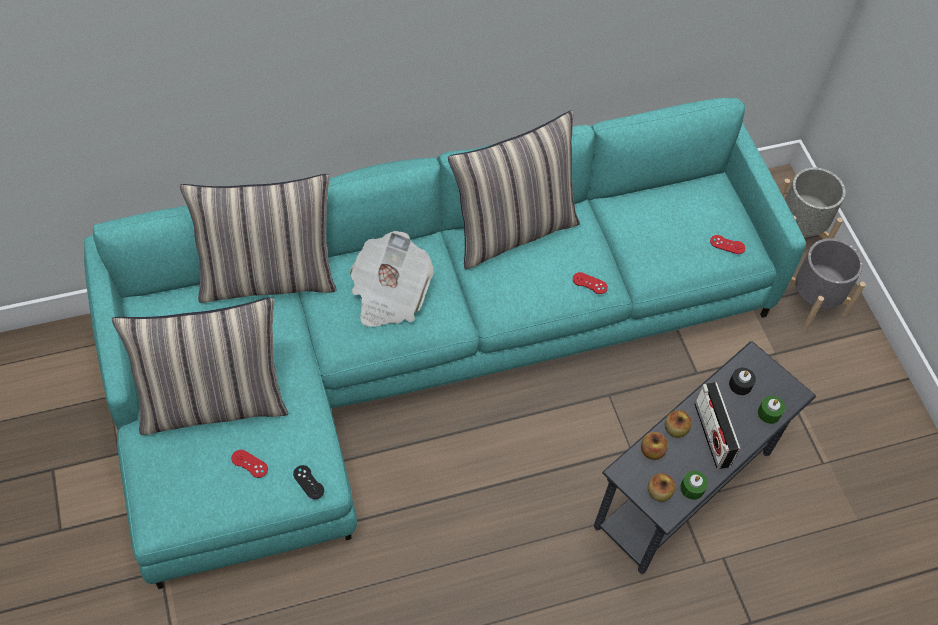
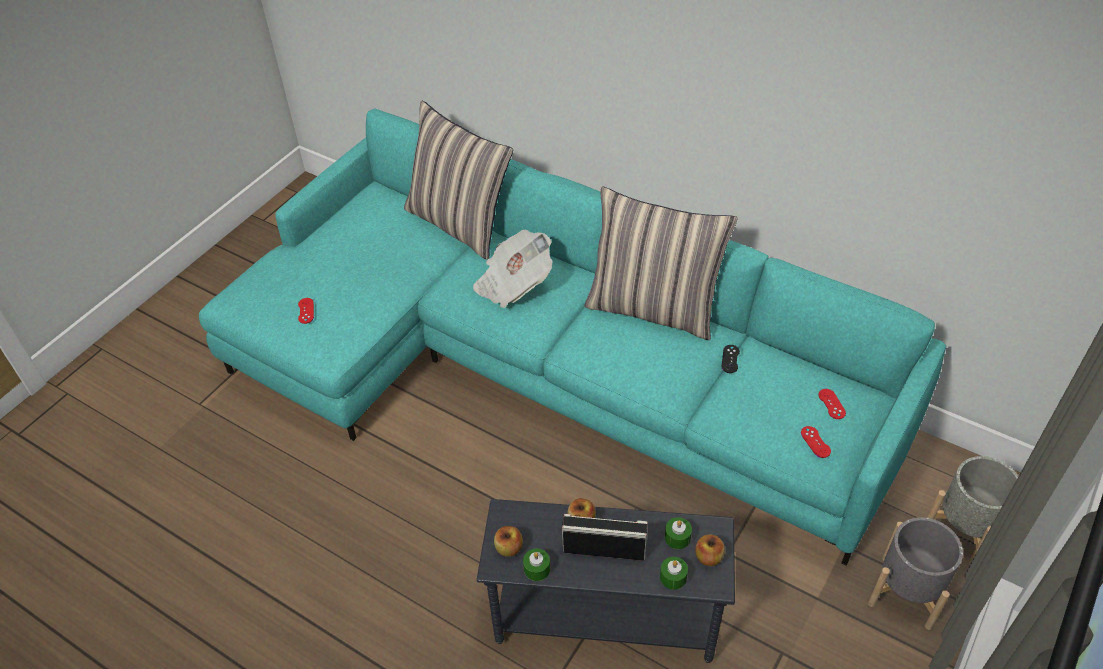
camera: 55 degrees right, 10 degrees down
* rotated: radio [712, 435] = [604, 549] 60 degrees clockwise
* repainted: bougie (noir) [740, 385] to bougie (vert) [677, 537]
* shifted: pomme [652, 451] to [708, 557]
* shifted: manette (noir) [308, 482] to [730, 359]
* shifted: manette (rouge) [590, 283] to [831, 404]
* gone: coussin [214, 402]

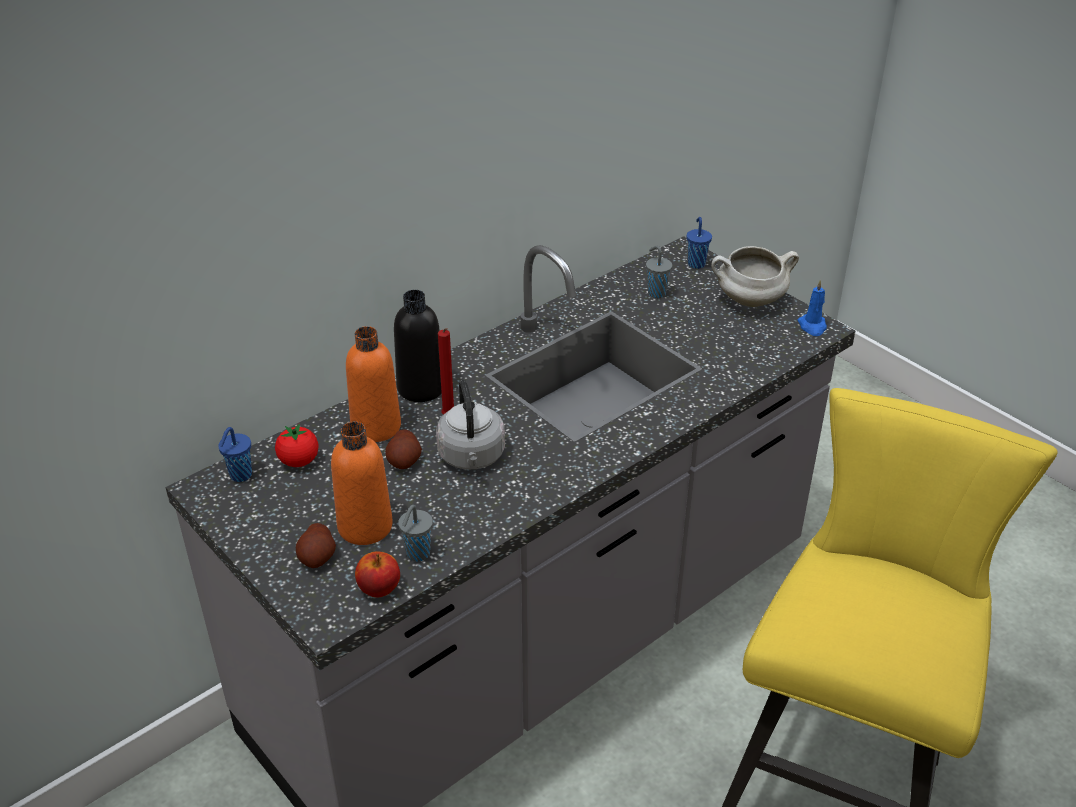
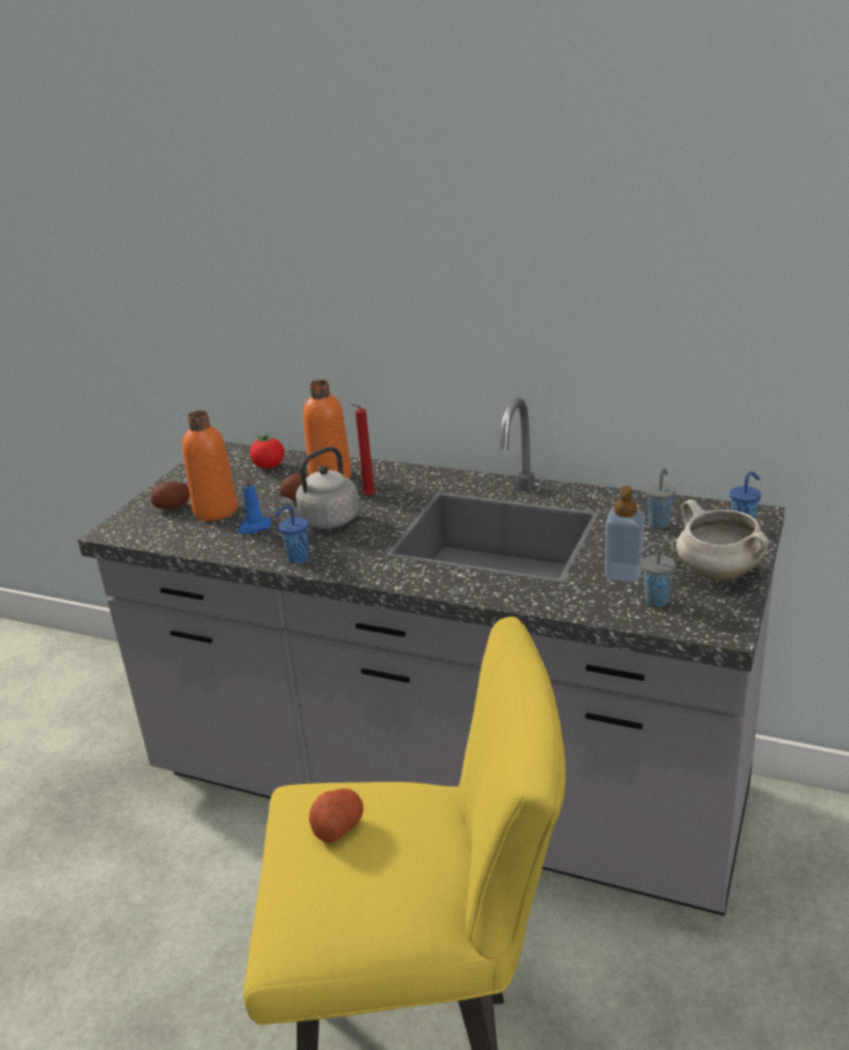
camera: 65 degrees right, 10 degrees down
* shifted: bougie (bleu) [812, 326] to [254, 527]
* shifted: tasse (bleu) [240, 476] to [297, 558]
* new: pomme de terre [337, 826]
* new: distributeur de savon [623, 573]
* shifted: tasse (gris) [417, 554] to [654, 601]
* gone: pomme [379, 589]
* gone: bouteille (noir) [421, 388]

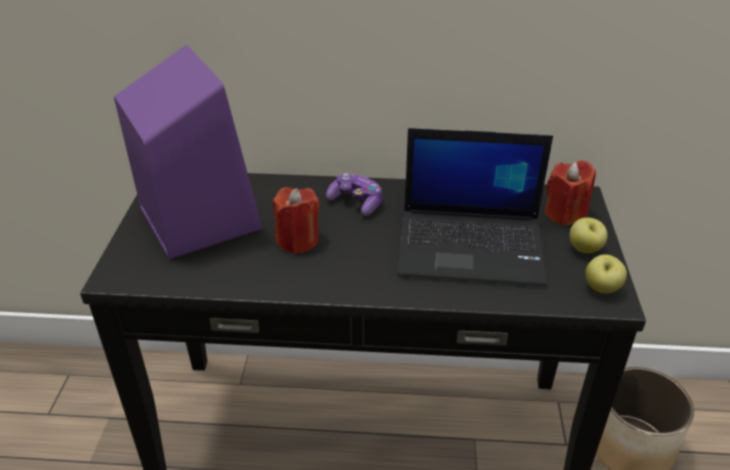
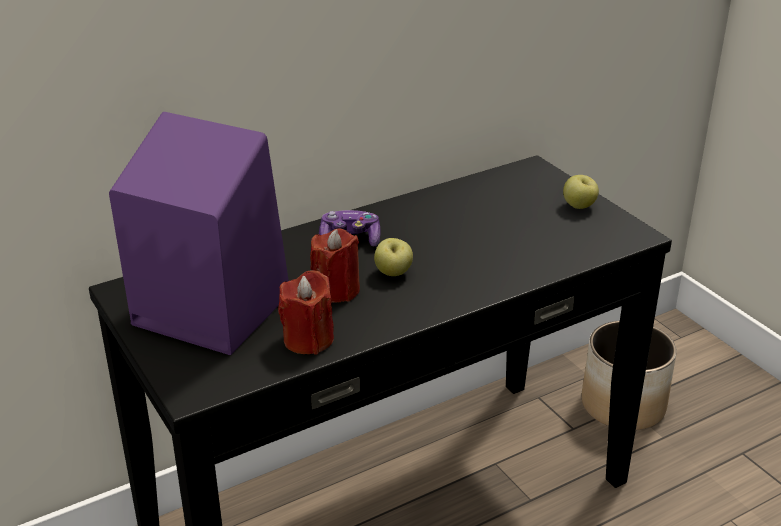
camera: 35 degrees left, 5 degrees down
* shifted: bougie (rouge) [565, 214] to [308, 339]
* shifted: pomme [601, 289] to [393, 273]
* gone: ordinateur portable [472, 246]

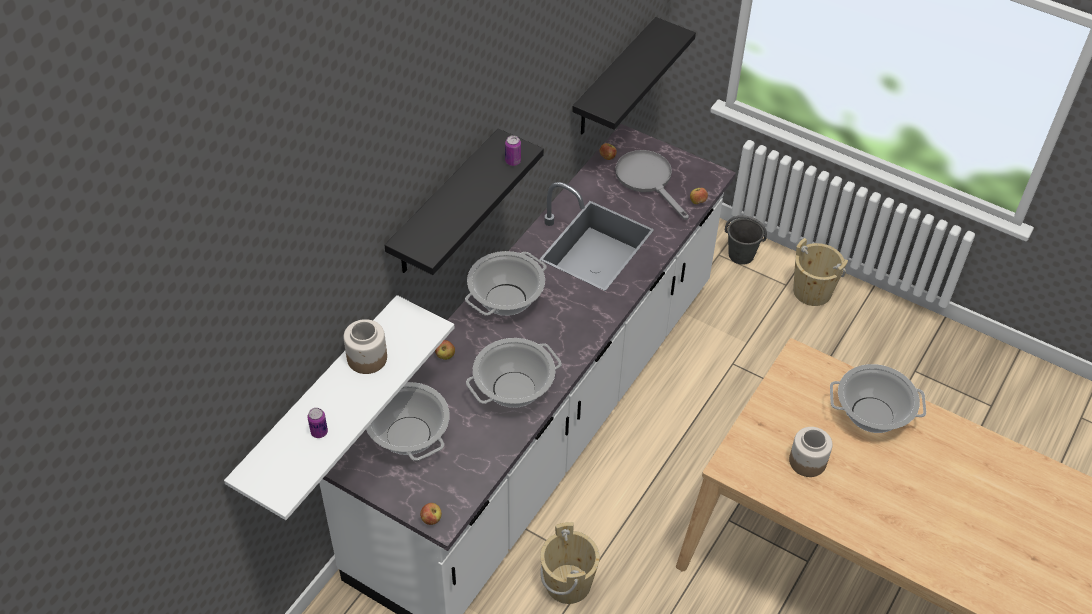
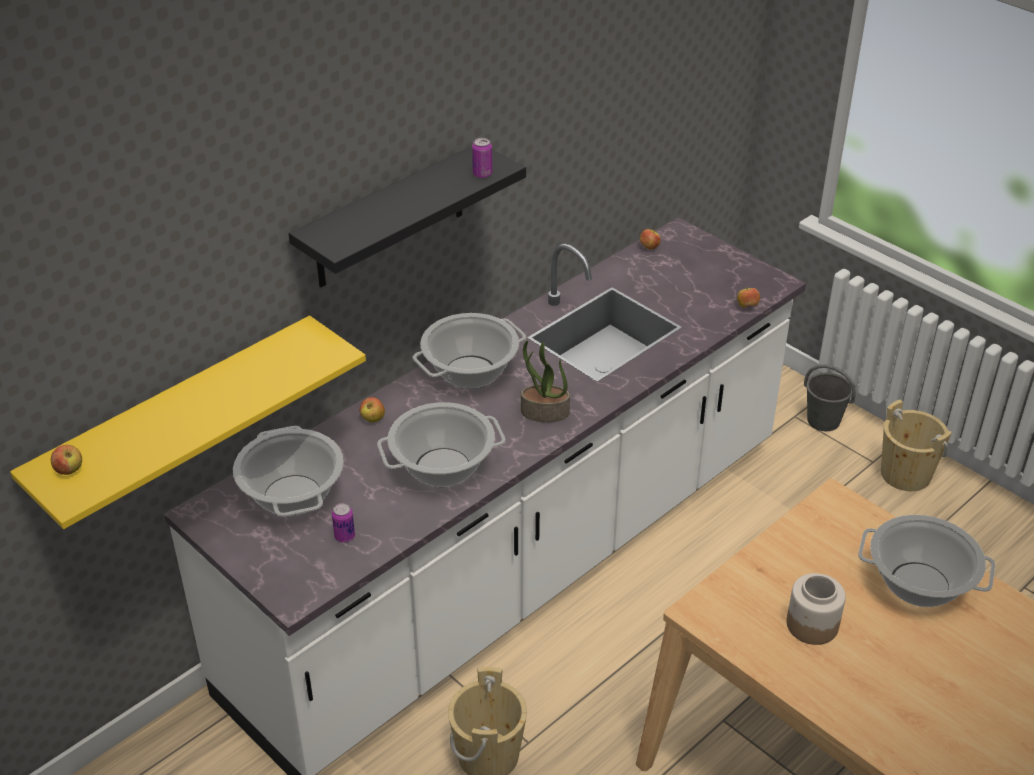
camera: 15 degrees right, 10 degrees down
* repainted: étagère (blanc) [318, 400] to étagère (jaune) [176, 418]
* shifted: pomme [431, 519] to [69, 470]
* shifted: boîte métallique [319, 432] to [344, 536]
* new: plante en pot [544, 413]
* gone: bocal [367, 358]
* gone: étagère (noir) [613, 79]
* gone: poêle (gris) [648, 180]

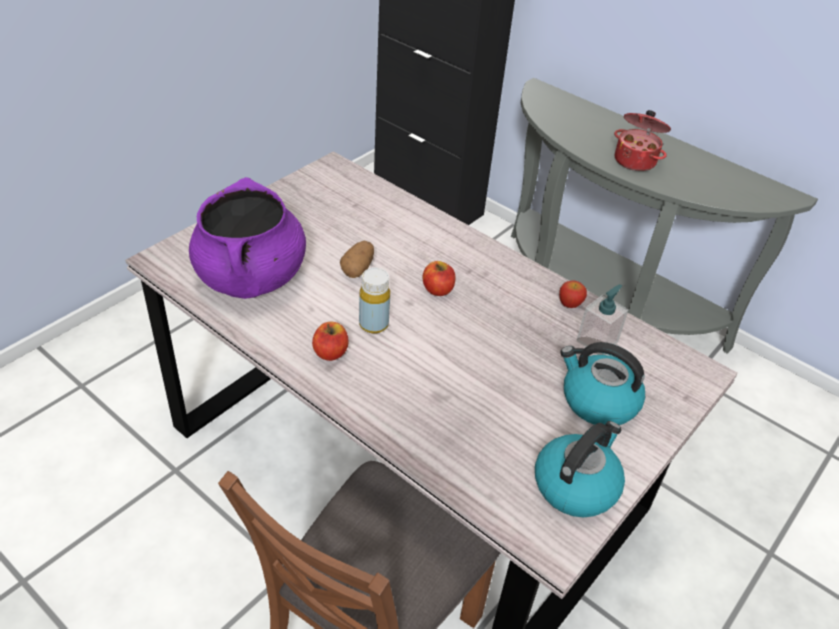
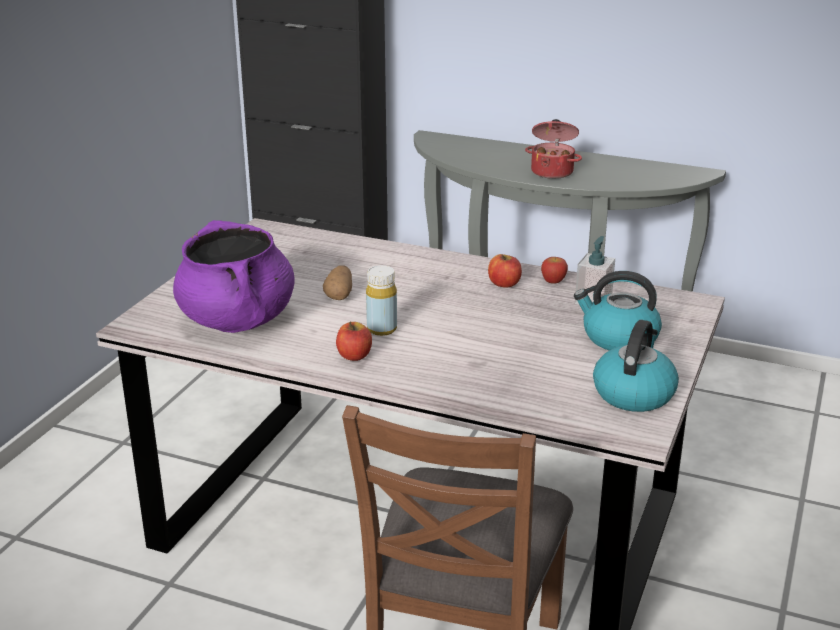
camera: 15 degrees left, 15 degrees down
* shifted: pomme [438, 290] to [504, 284]

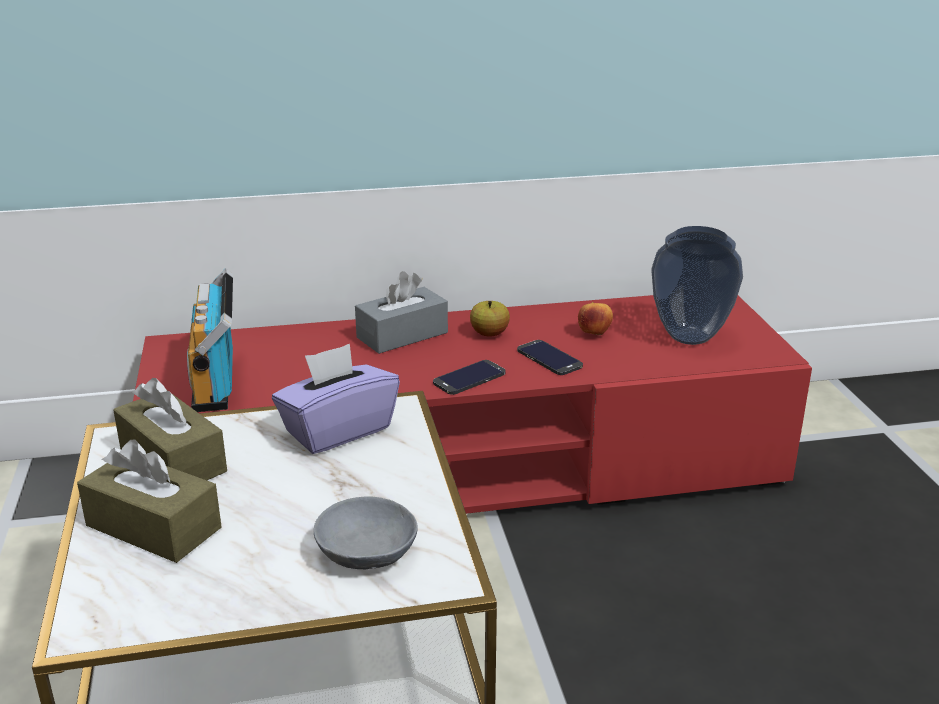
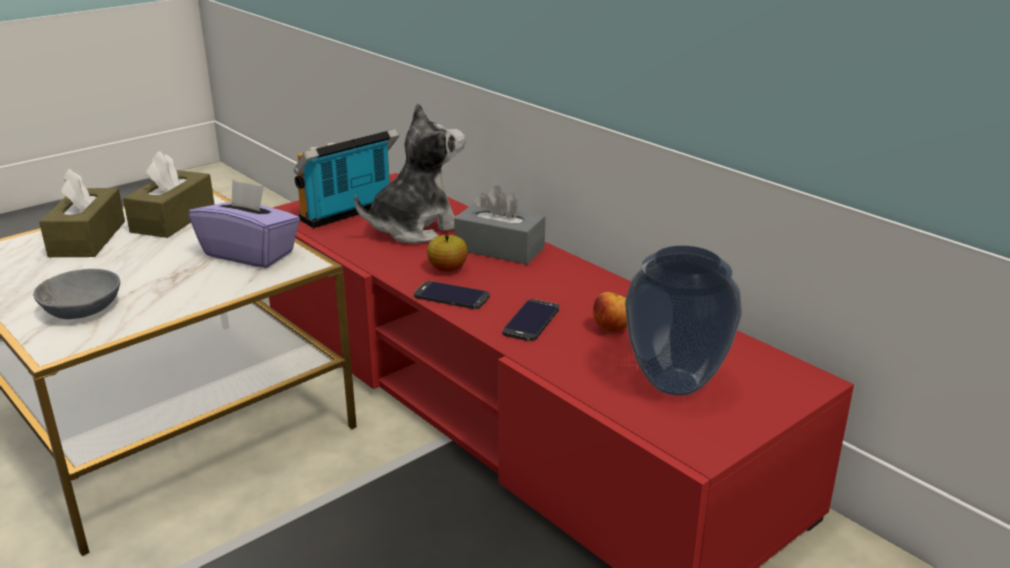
camera: 60 degrees right, 0 degrees up
* new: peluche [415, 228]
* shifted: pomme [489, 334] to [447, 269]

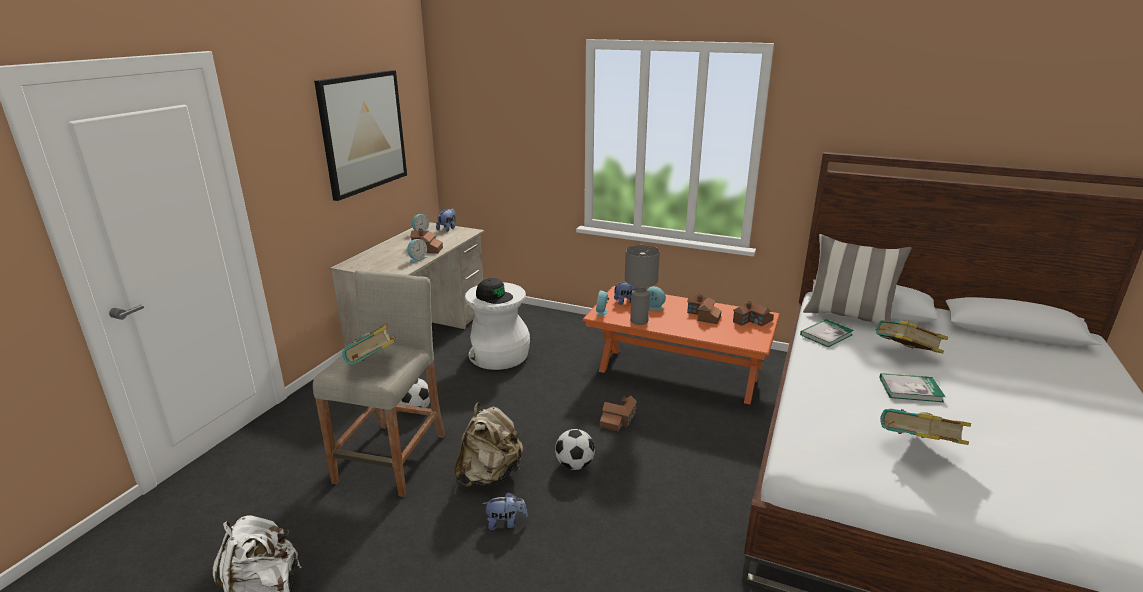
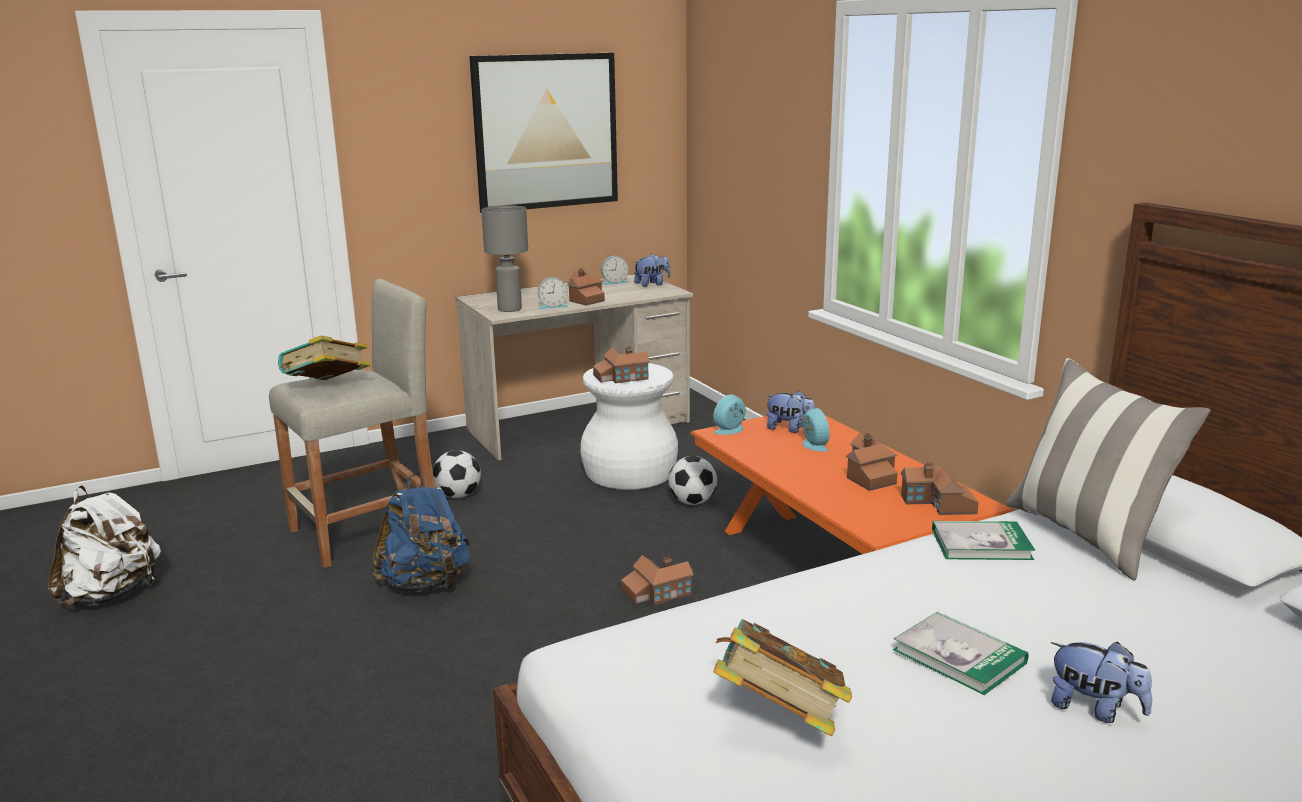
camera: 40 degrees right, 5 degrees down
* repainted: sac à dos (beige) [490, 475] to sac à dos (bleu) [426, 585]
* shifted: lampe de table (gris) [638, 321] to [509, 309]
* swapped: casquette (noir) [494, 296] to maison miniature [620, 377]
* shifted: ballon de foot [574, 465] to [692, 502]
* shifted: peluche [505, 523] to [1095, 709]
* gone: livre [904, 355]

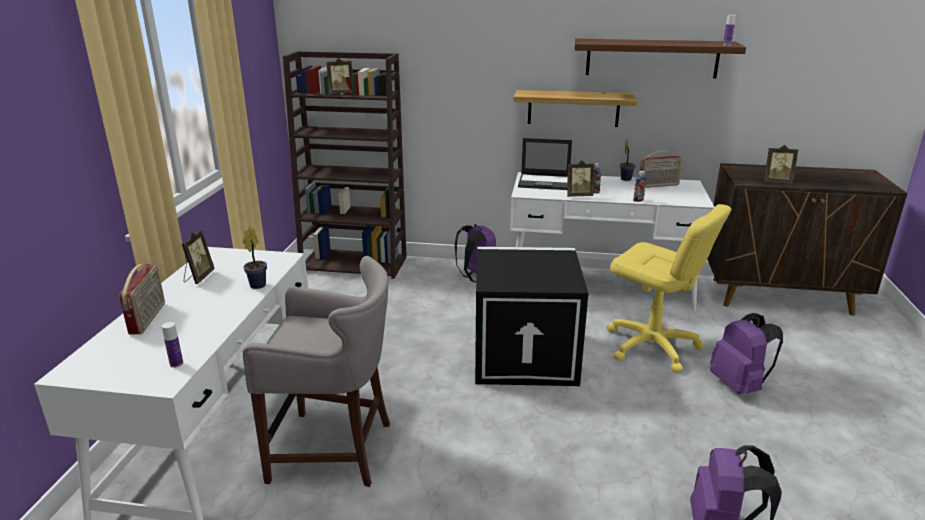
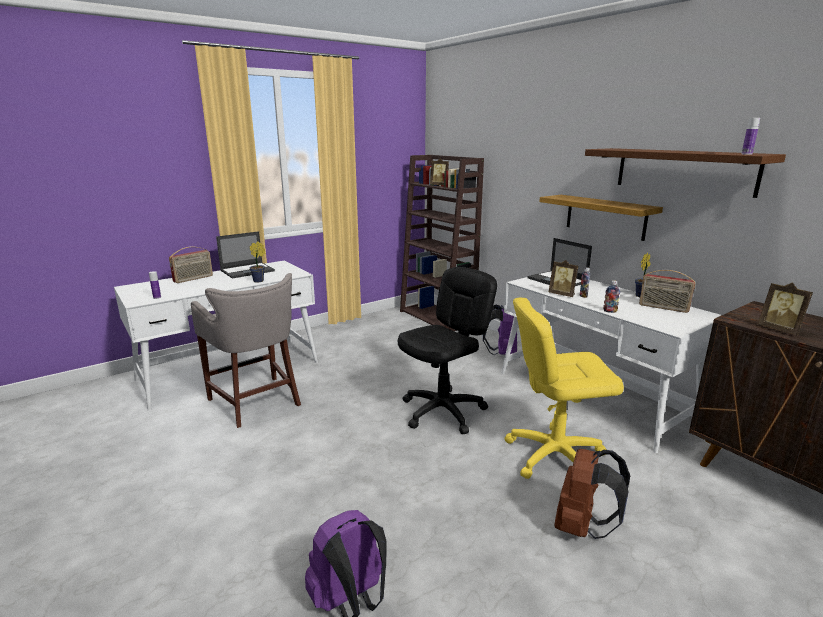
camera: 45 degrees right, 5 degrees down
* swapped: cadre photo [198, 277] to ordinateur portable [248, 270]
* swapped: boîte de rangement (noir) [526, 355] to chaise de bureau (noir) [443, 411]
* rotated: chaise de bureau (jaune) [652, 346] = [554, 455] 90 degrees clockwise
* repainted: sac à dos (violet) [739, 385] to sac à dos (marron) [582, 527]

